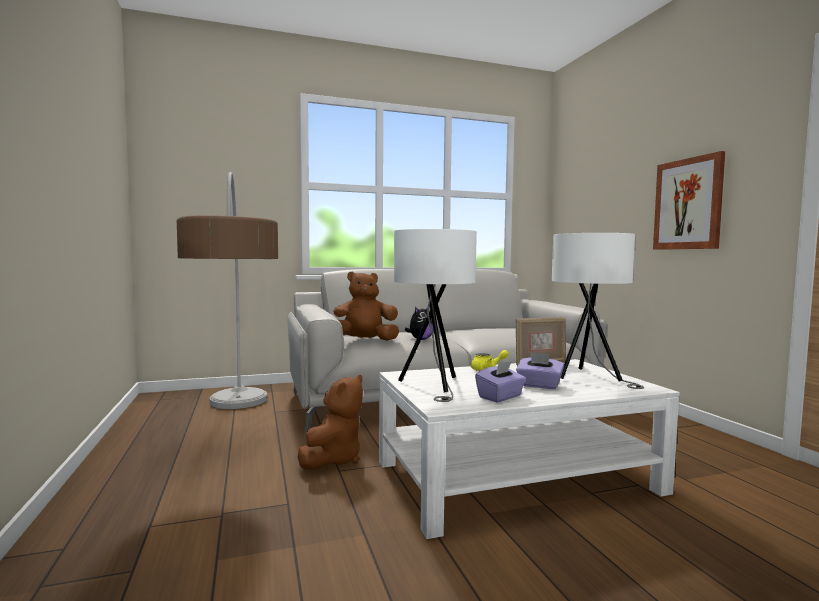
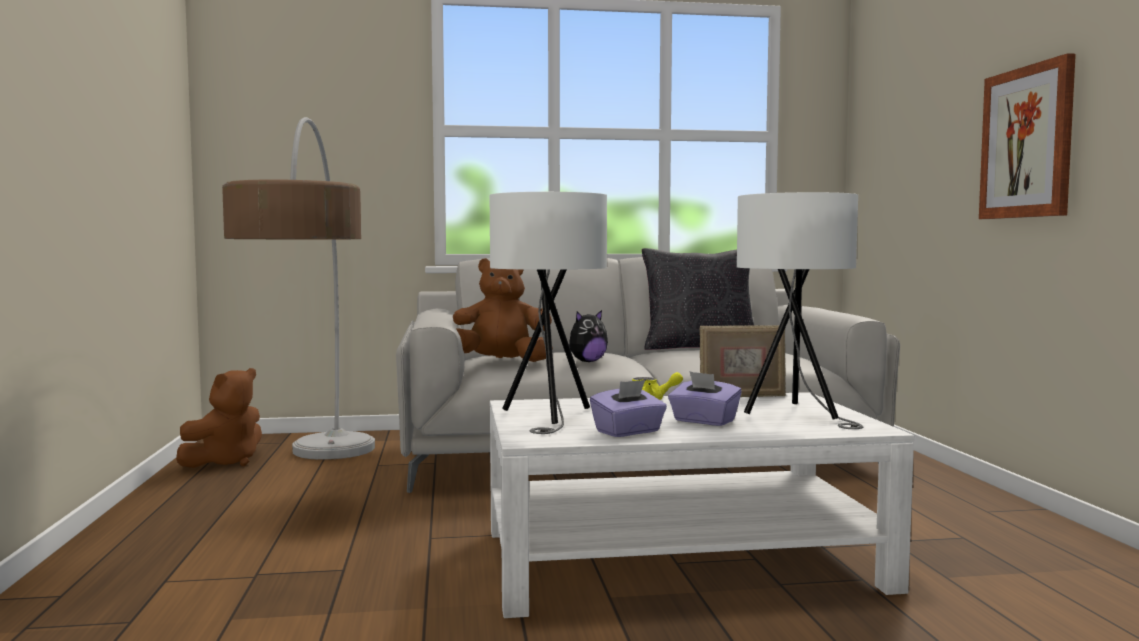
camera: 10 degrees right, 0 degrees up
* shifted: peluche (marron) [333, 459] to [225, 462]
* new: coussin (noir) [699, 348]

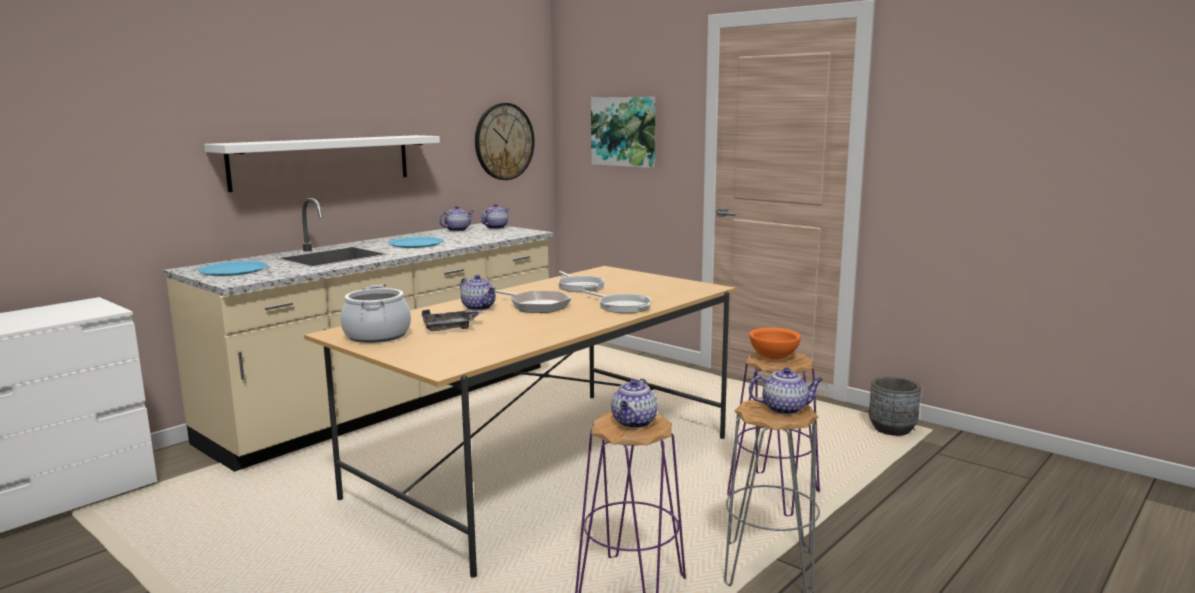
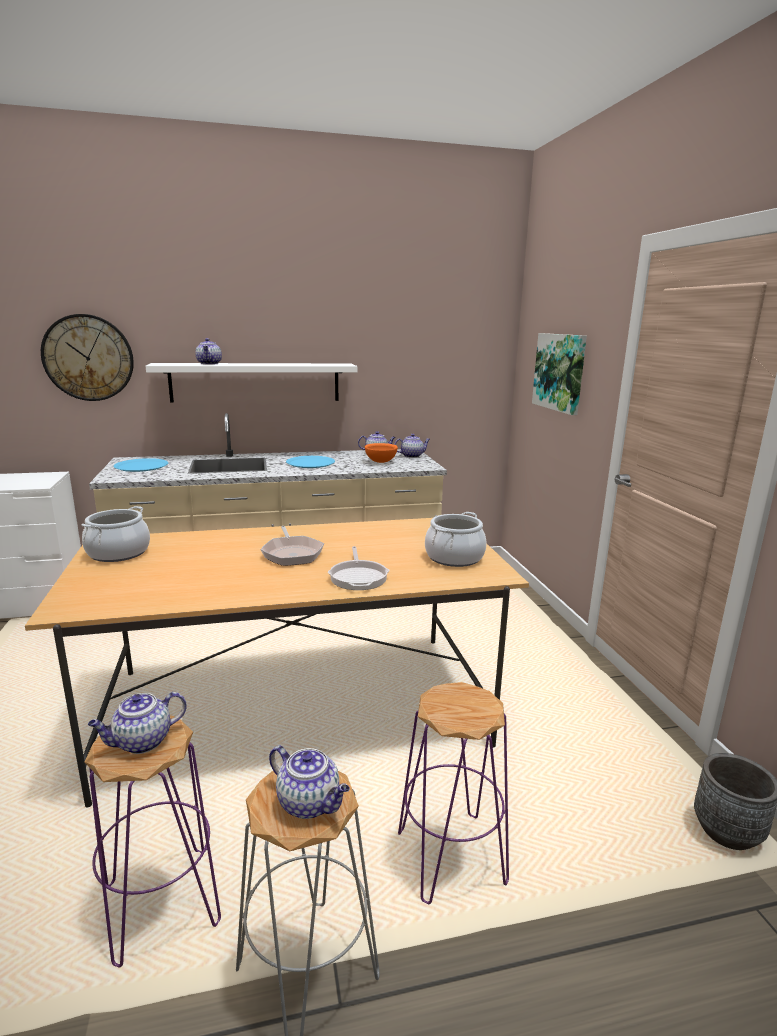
camera: 35 degrees right, 5 degrees up
* shifted: horloge murale [504, 141] to [88, 358]
* shifted: théière [479, 307] to [209, 363]
* shifted: bol (orange) [774, 357] to [381, 462]
* new: marmite [454, 557]
* gone: plateau (gris) [451, 328]
* gone: poêle [579, 286]

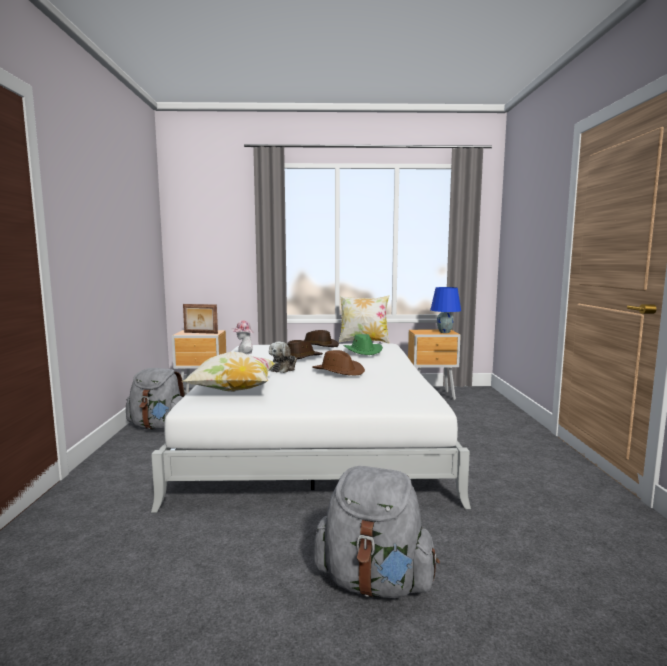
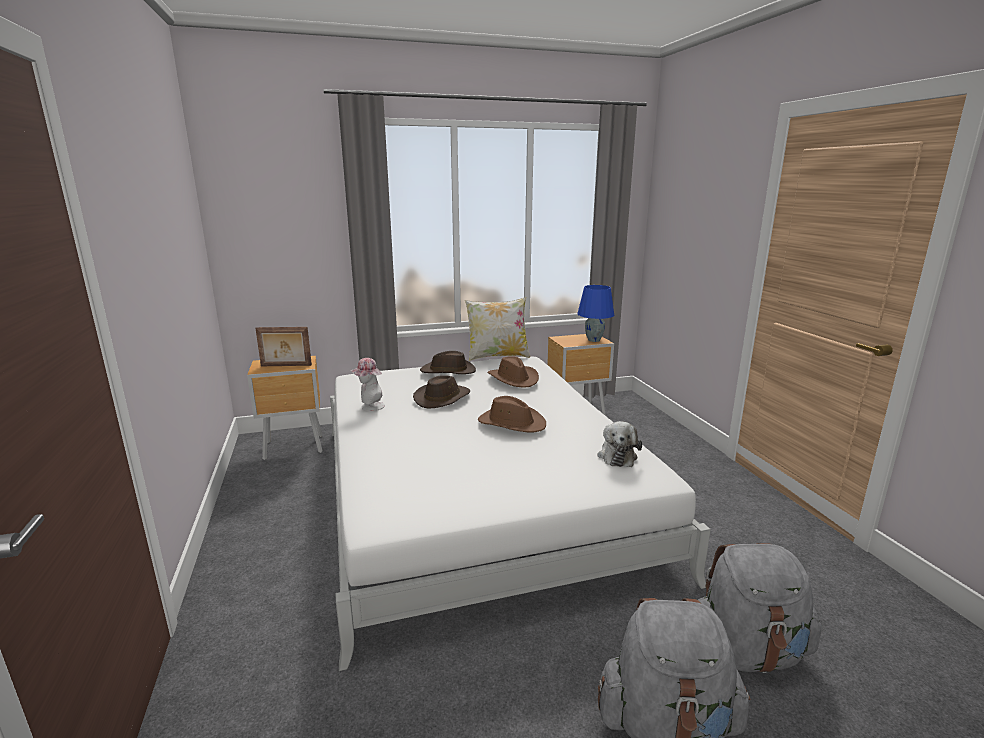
camera: 15 degrees left, 10 degrees up
* repainted: chapeau (vert) [363, 351] to chapeau (marron) [514, 379]
* shifted: peluche [284, 369] to [617, 455]
* shifted: sac à dos (gris) [159, 427] to [746, 652]
* gone: coussin [233, 391]

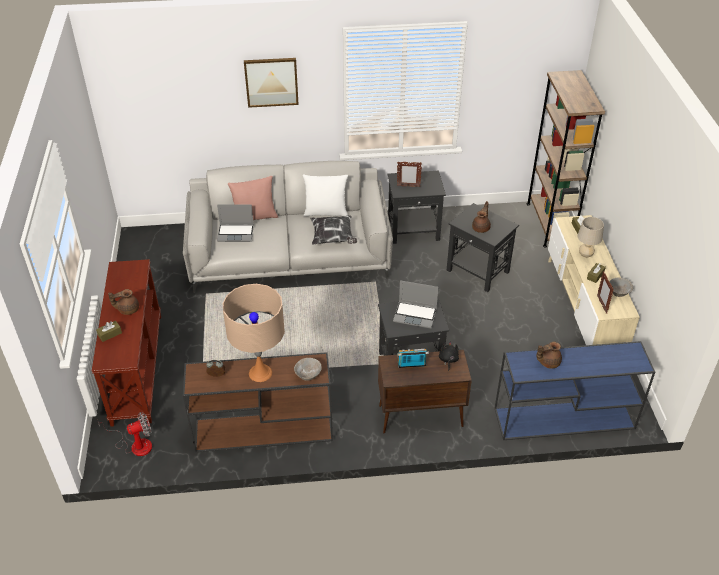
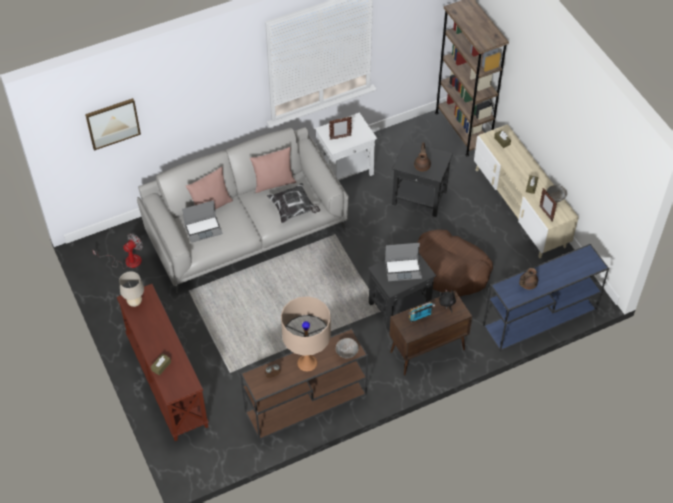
camera: 20 degrees left, 10 degrees up
* shifted: tableau [271, 82] to [112, 123]
* shifted: ventilateur [135, 445] to [127, 261]
* shifted: lampe de table (beige) [585, 255] to [135, 303]
* repainted: coussin (blanc) [326, 212] to coussin (rose) [274, 183]
* repainted: table d'appoint (noir) [414, 230] to table d'appoint (blanc) [346, 170]
* new: panier pour chien (marron) [450, 270]
* gone: théière (marron) [127, 309]

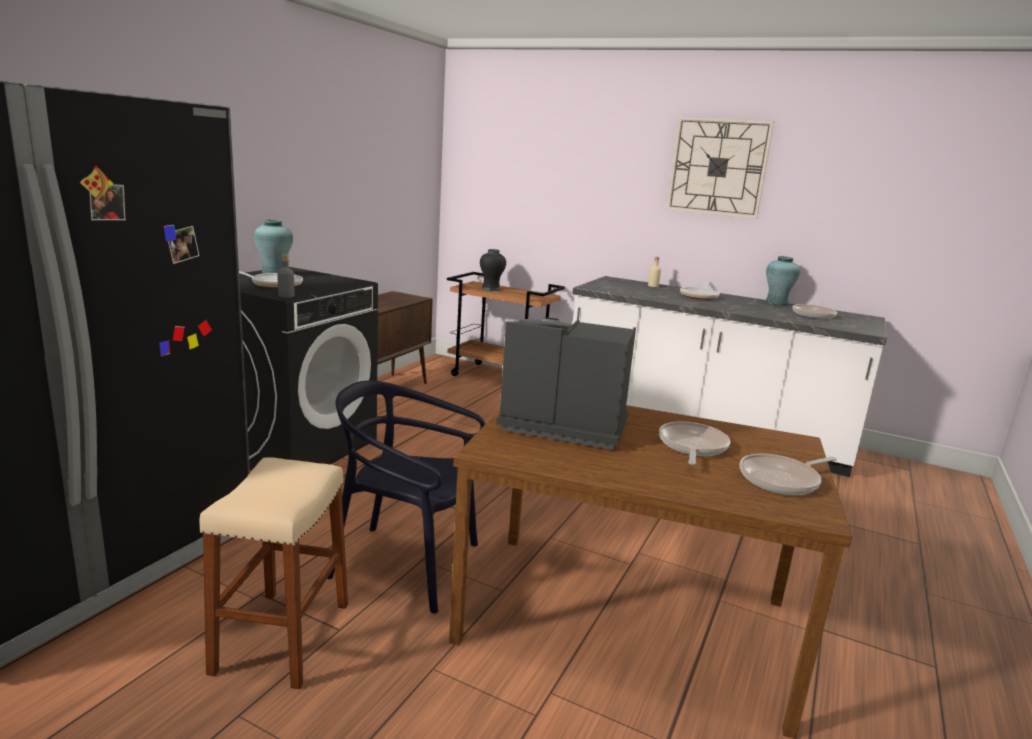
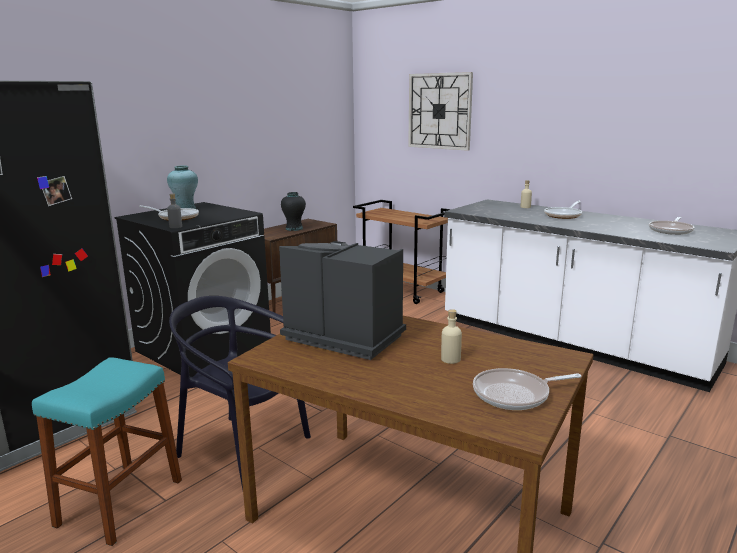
camera: 15 degrees right, 0 degrees up
* repainted: tabouret (beige) [282, 637] to tabouret (turquoise) [120, 502]
* shifted: vase (noir) [491, 289] to [294, 229]
* shifted: horloge murale [718, 167] to [439, 111]
* swapped: poêle [692, 446] to bouteille (beige) [450, 359]
* gone: vase (turquoise) [776, 303]

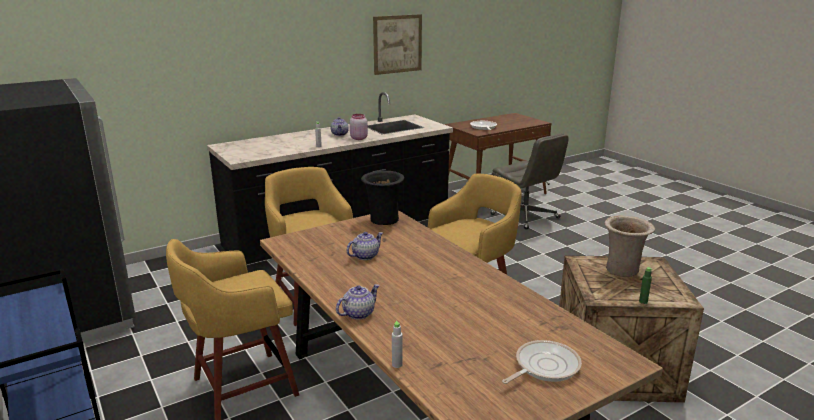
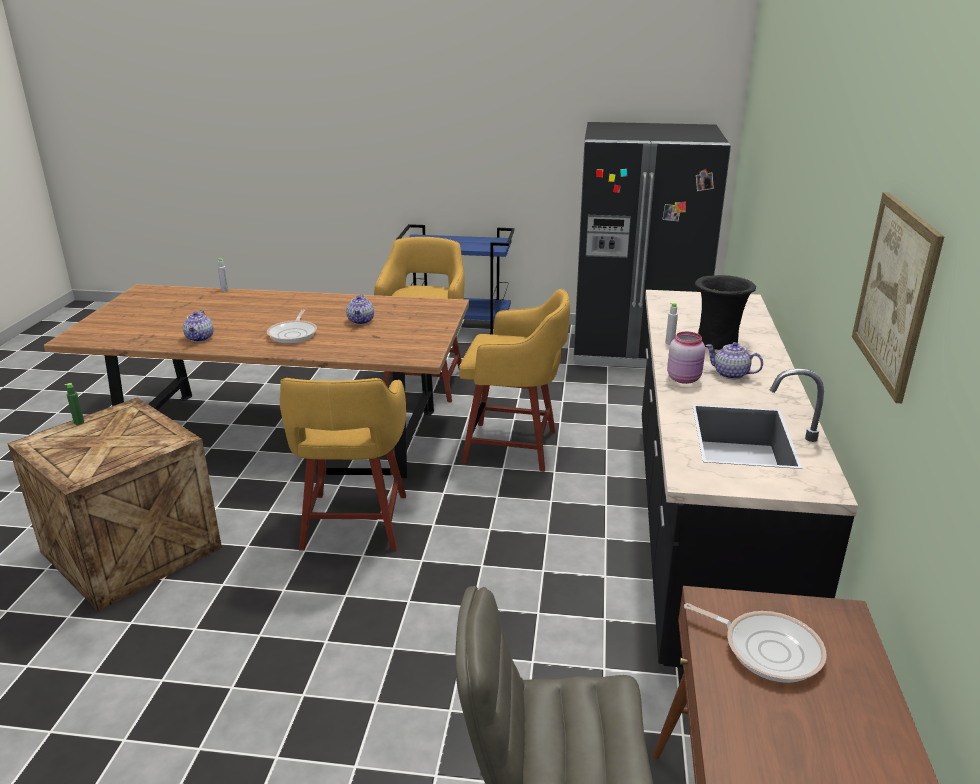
camera: 130 degrees right, 5 degrees up
* shifted: théière [358, 313] to [200, 338]
* shifted: poêle [544, 366] to [294, 334]
* shifted: vase (noir) [383, 220] to [716, 342]
* gone: vase (beige) [623, 271]

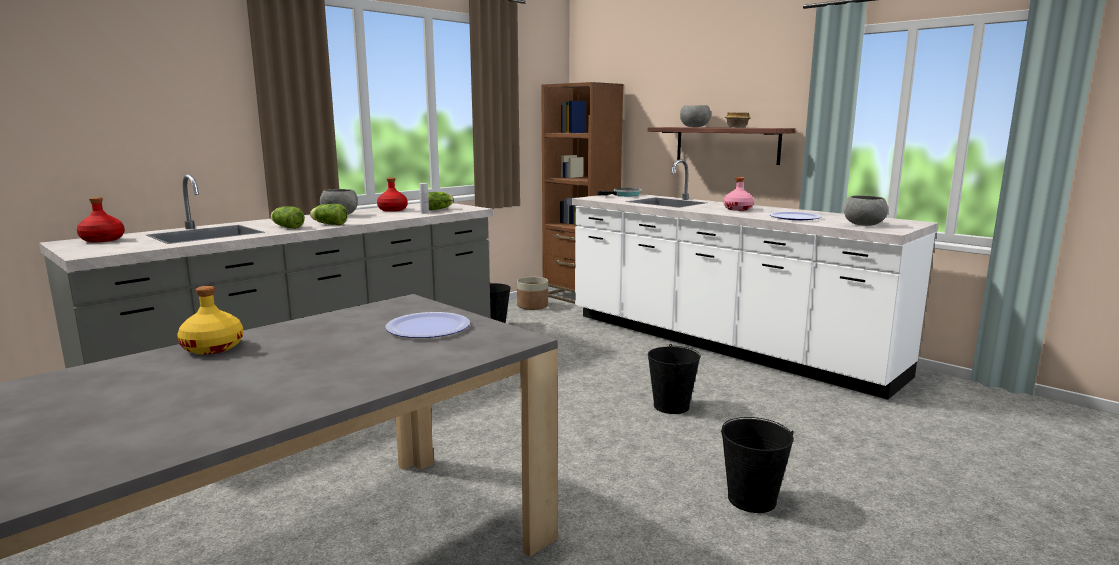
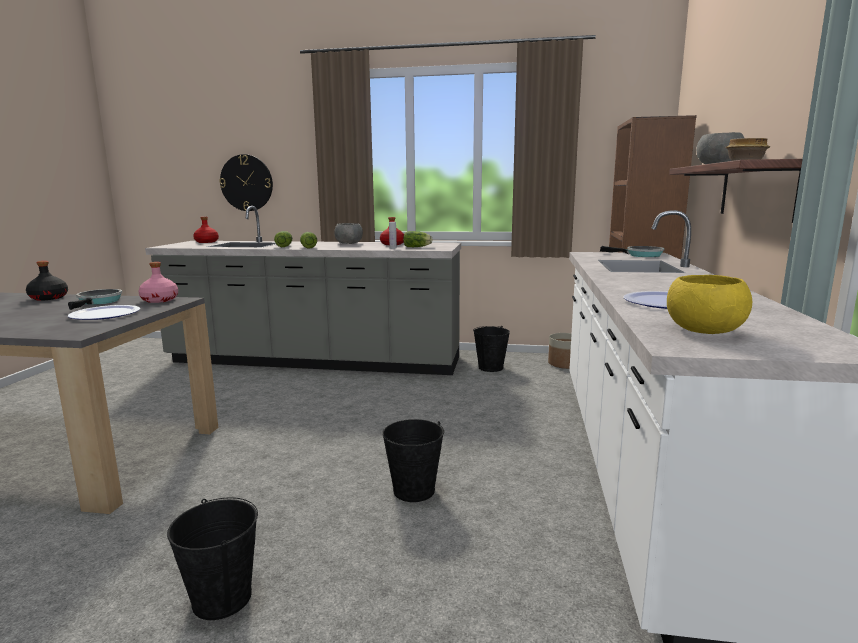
camera: 55 degrees right, 0 degrees up
* repainted: bouteille (jaune) [213, 347] to bouteille (noir) [49, 298]
* new: poêle [99, 302]
* shifted: bouteille (rose) [738, 209] to [160, 300]
* new: horloge murale [246, 183]
* repainted: bol (gris) [863, 224] to bol (jaune) [704, 330]

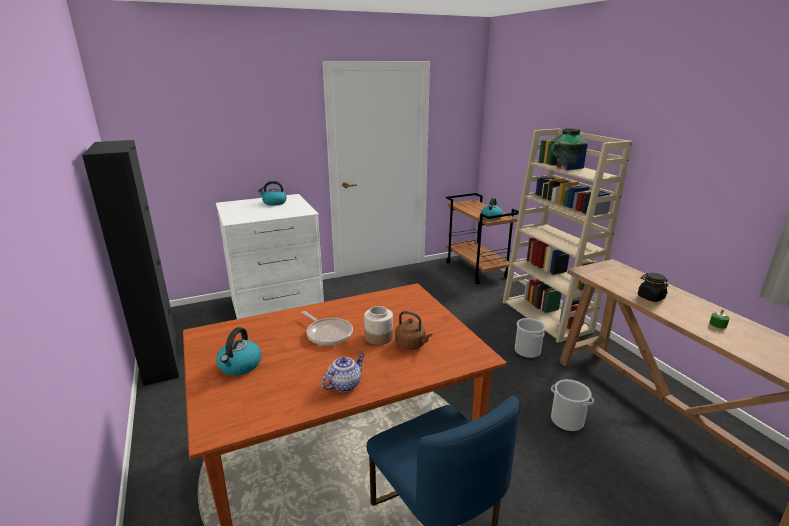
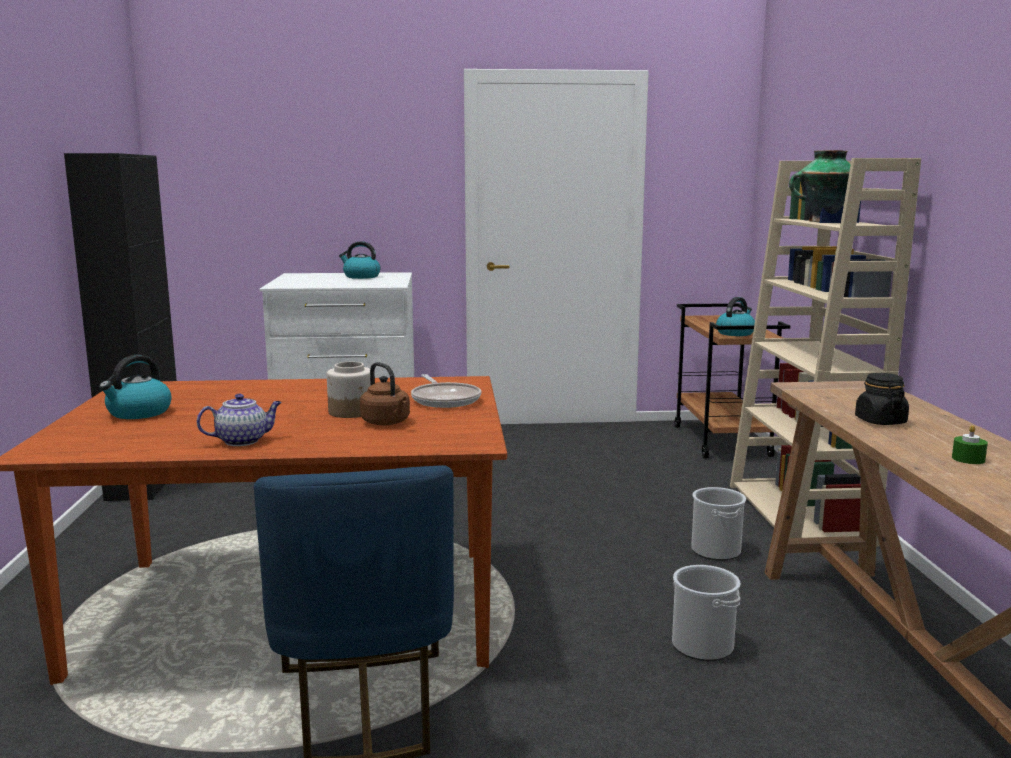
camera: 20 degrees right, 10 degrees down
* shifted: poêle [328, 334] to [445, 399]

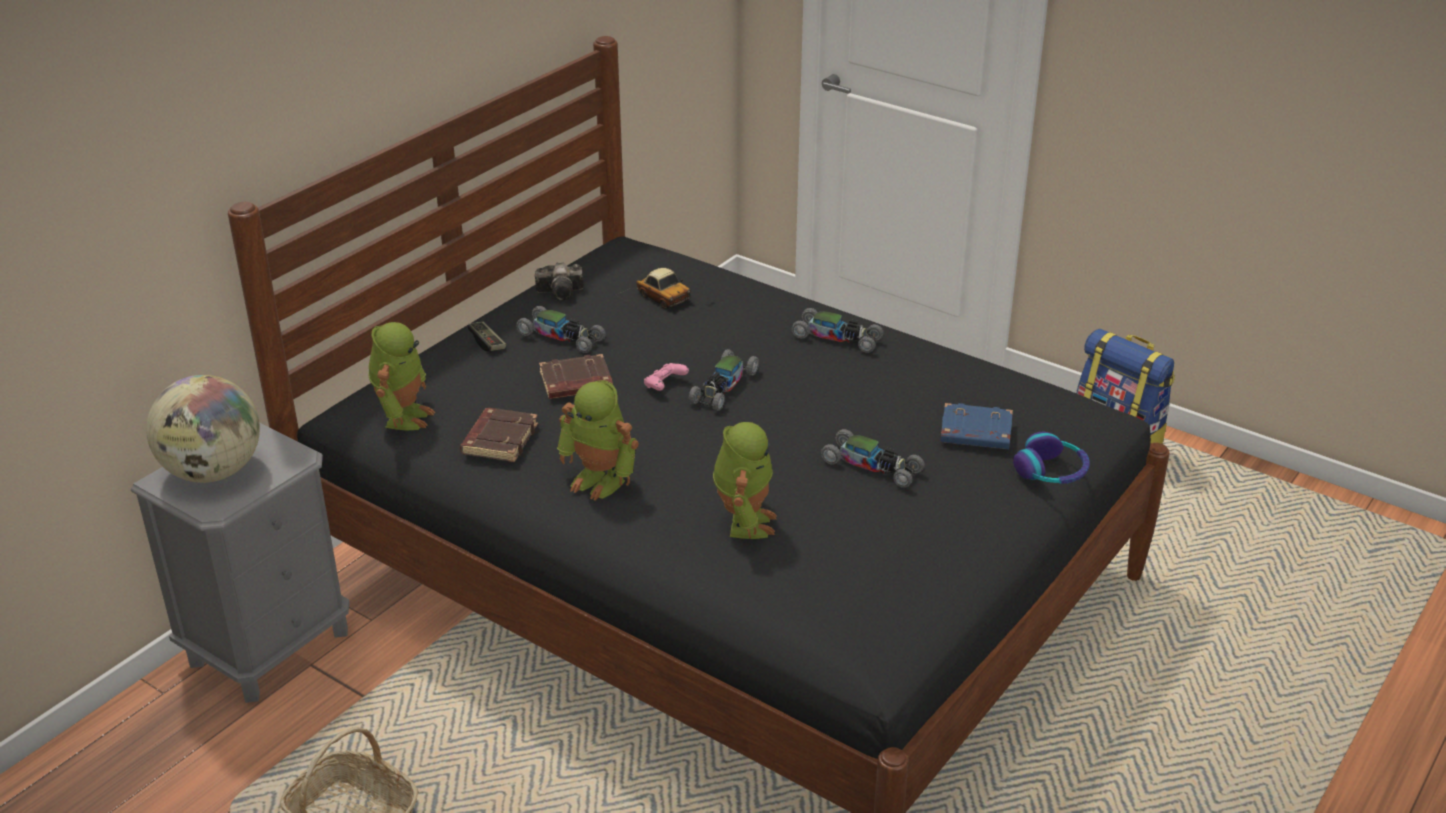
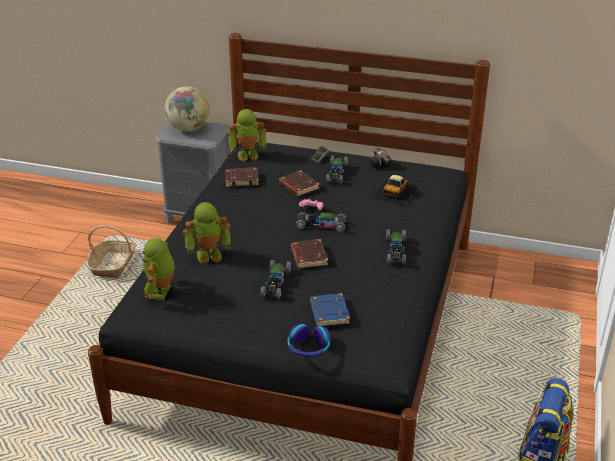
camera: 70 degrees right, 0 degrees up
* shifted: robot jouet [600, 480] to [161, 292]
* new: livre (marron) [308, 256]

